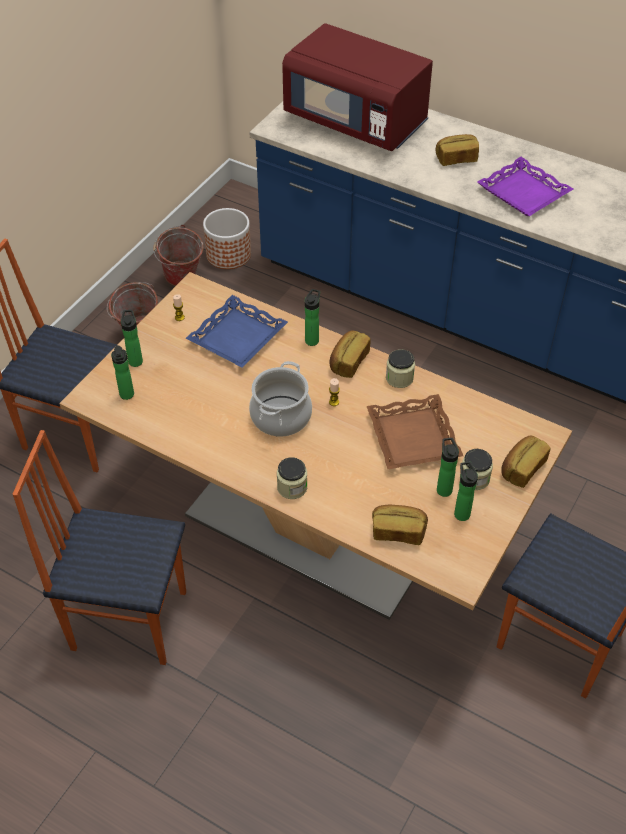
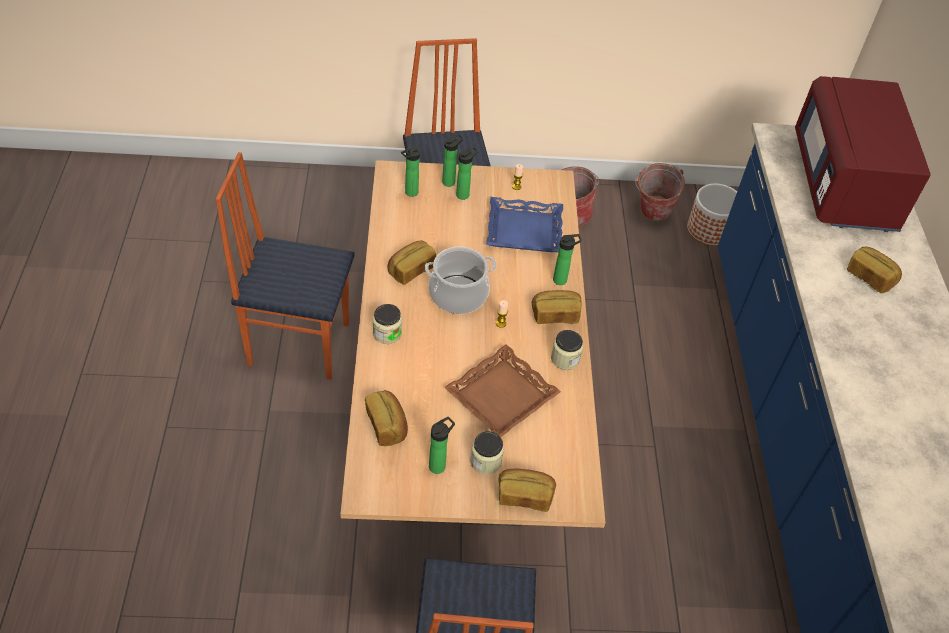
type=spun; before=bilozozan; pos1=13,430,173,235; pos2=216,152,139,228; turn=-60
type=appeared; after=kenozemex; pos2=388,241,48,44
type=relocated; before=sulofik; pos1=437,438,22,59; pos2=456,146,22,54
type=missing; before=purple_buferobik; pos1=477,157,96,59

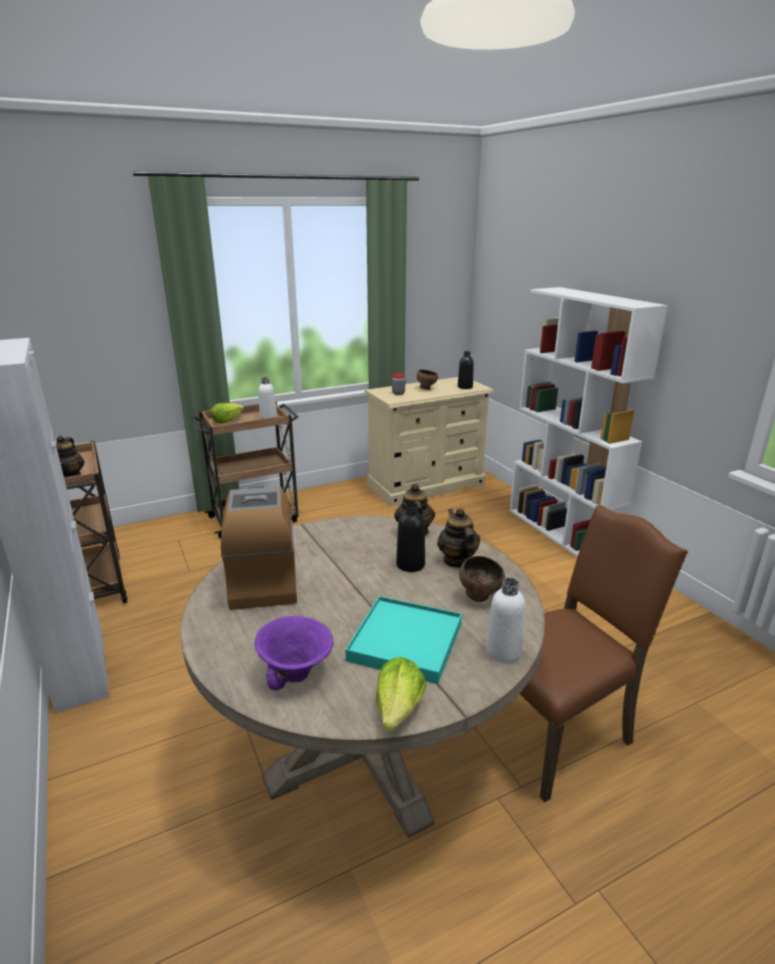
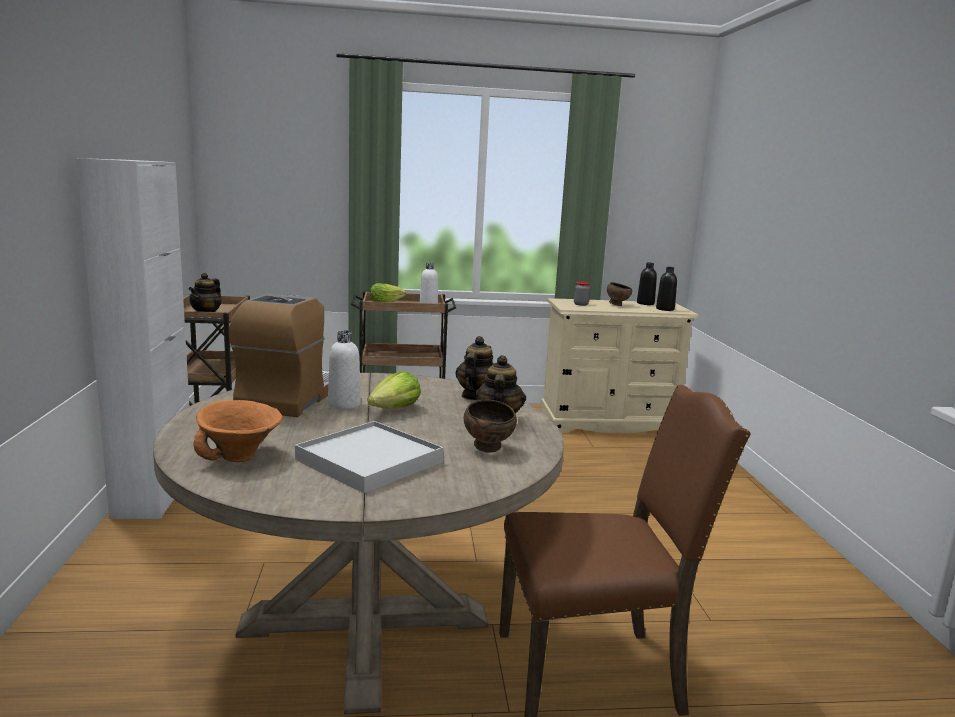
type=colour; before=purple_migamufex; after=orange_migamufex; pos1=254,616,79,74; pos2=194,400,89,62
type=colour; before=turquoise_buferobik; after=white_buferobik; pos1=345,596,117,88; pos2=295,421,148,72
type=relocated; before=white_sulofik; pos1=486,578,39,85; pos2=328,330,33,79
type=relocated; before=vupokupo; pos1=376,657,51,74; pos2=367,371,54,38
type=relocated; before=black_sulofik; pos1=396,502,29,70; pos2=637,263,20,42
type=missing; before=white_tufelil; pos1=510,287,158,270

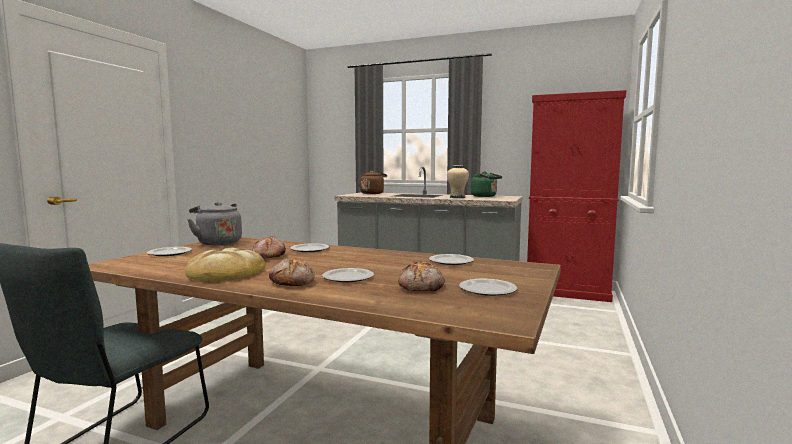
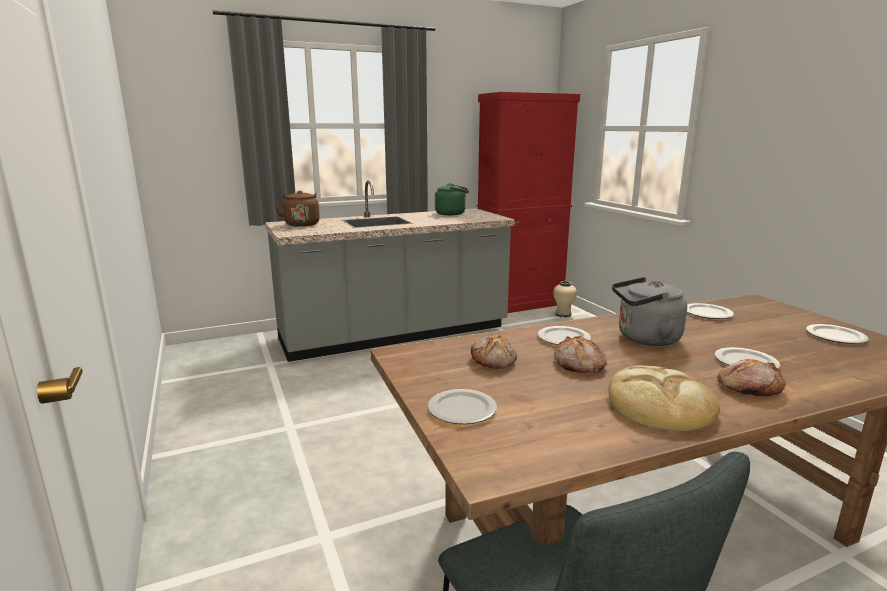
type=relocated; before=kenozemex; pos1=398,261,47,30; pos2=471,334,46,35
type=relocated; before=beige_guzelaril; pos1=447,165,22,33; pos2=553,281,24,37
type=relocated; before=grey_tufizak; pos1=187,202,55,43; pos2=612,277,75,69

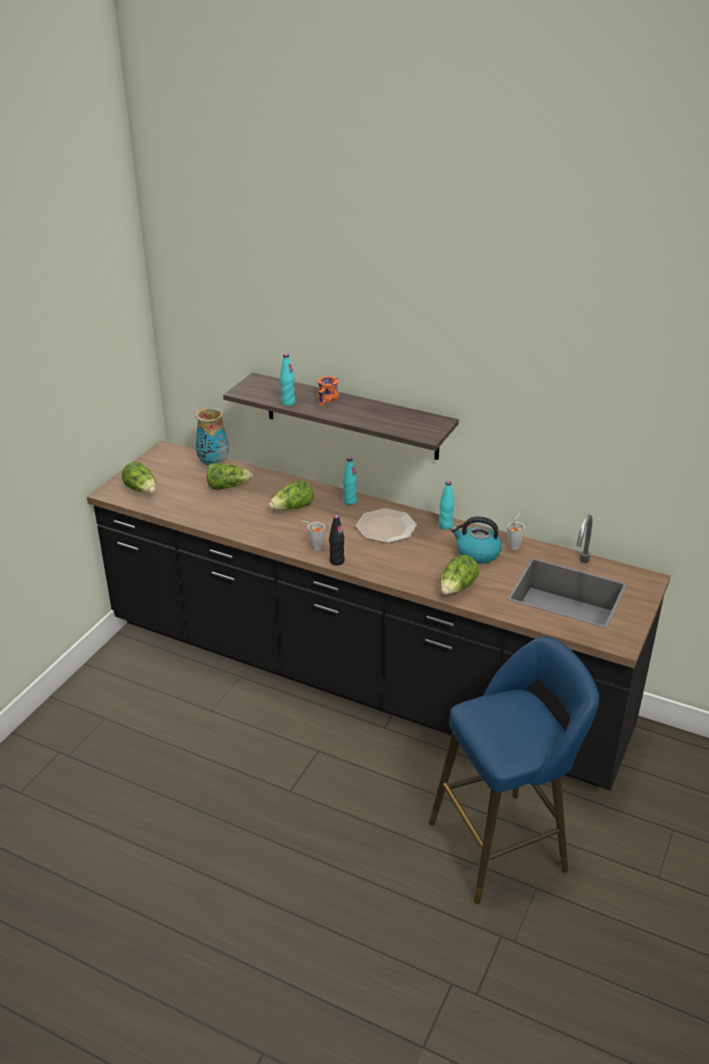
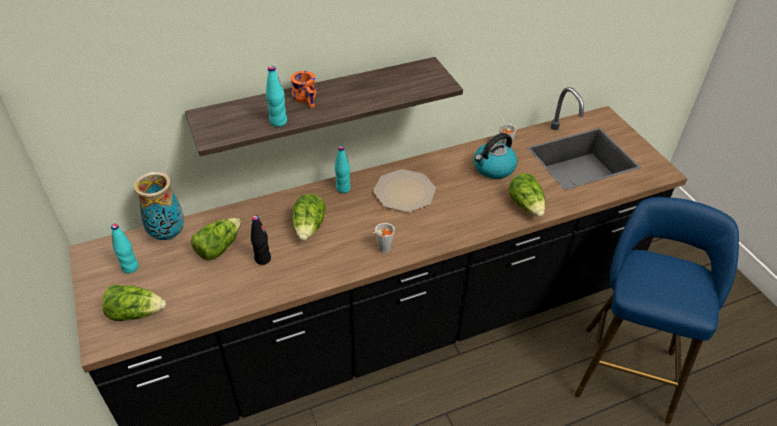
type=relocated; before=turquoise_sulofik; pos1=439,481,16,49; pos2=111,224,28,50
type=relocated; before=black_sulofik; pos1=329,515,16,50; pos2=251,216,20,49

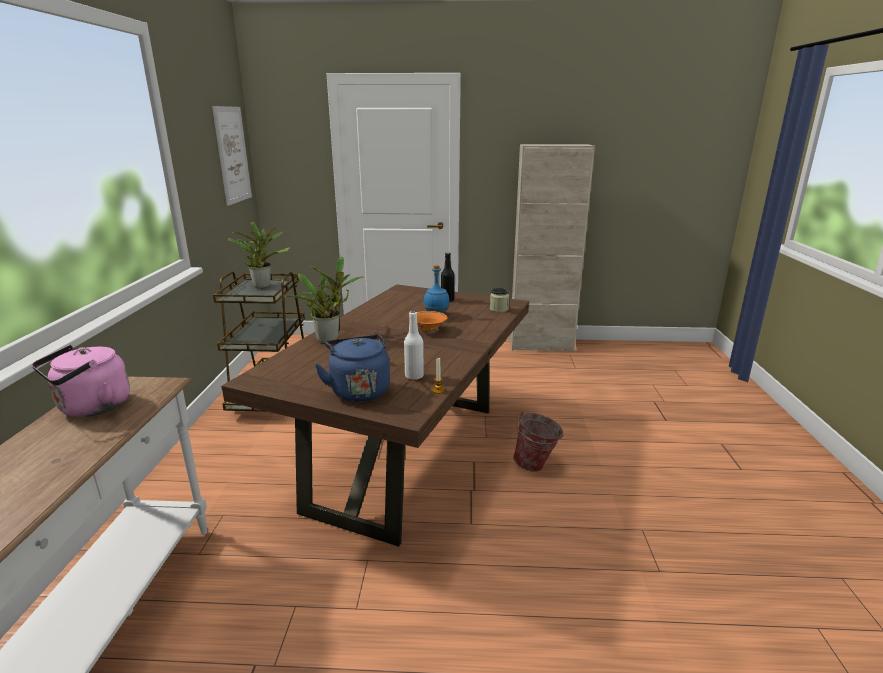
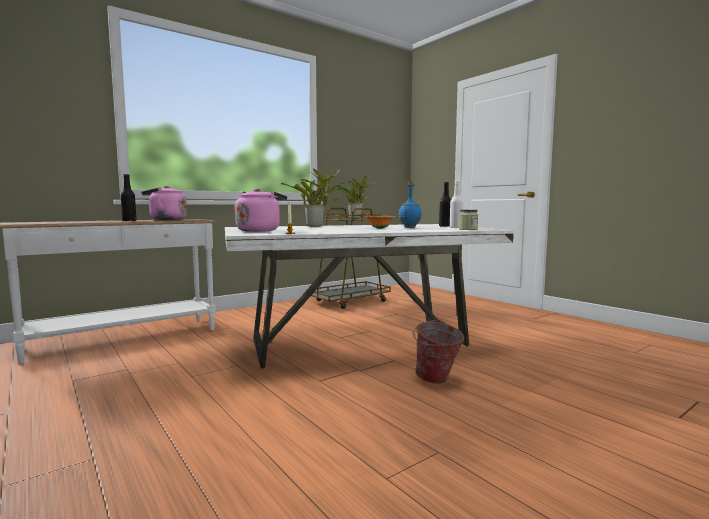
type=appeared; after=black_sulofik; pos2=120,174,17,47
type=colour; before=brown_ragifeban; after=white_ragifeban; pos1=221,284,308,263; pos2=225,224,289,145
type=colour; before=blue_tufizak; after=pink_tufizak; pos1=315,335,75,67; pos2=234,188,53,44
type=relocated; before=white_sulofik; pos1=404,311,20,69; pos2=450,181,14,47
type=missing; before=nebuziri; pos1=212,106,40,100
type=missing; before=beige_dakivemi; pos1=510,144,85,208

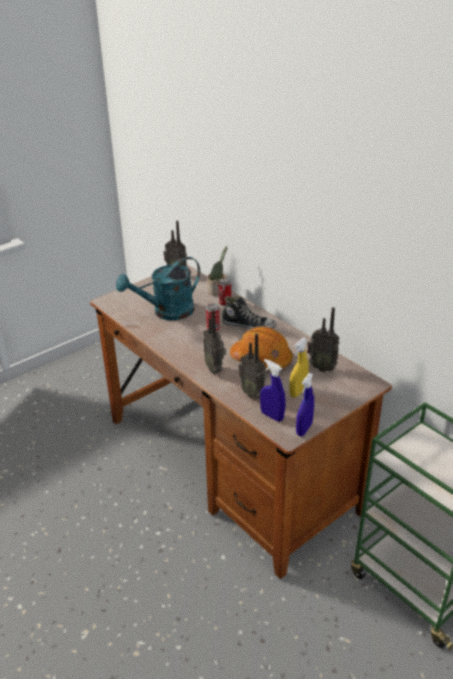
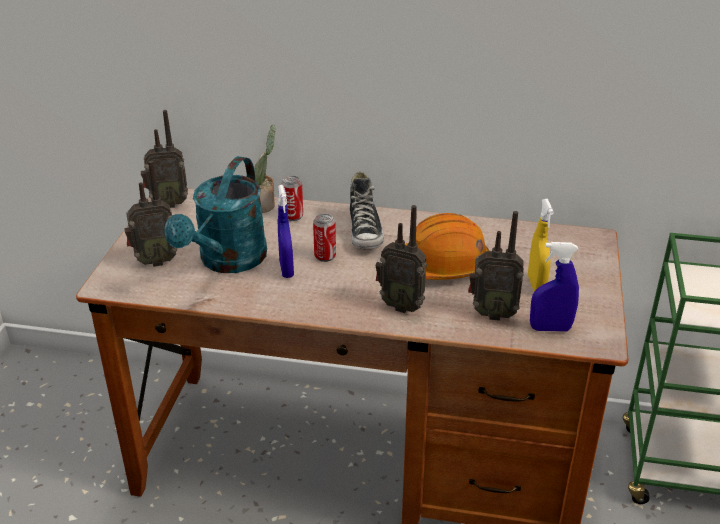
type=relocated; before=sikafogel; pos1=307,307,33,65; pos2=124,161,53,106
type=relocated; before=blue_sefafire; pos1=296,373,18,63; pos2=278,185,16,93
type=spun; before=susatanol; pos1=222,295,54,35; pos2=350,172,34,78; turn=105

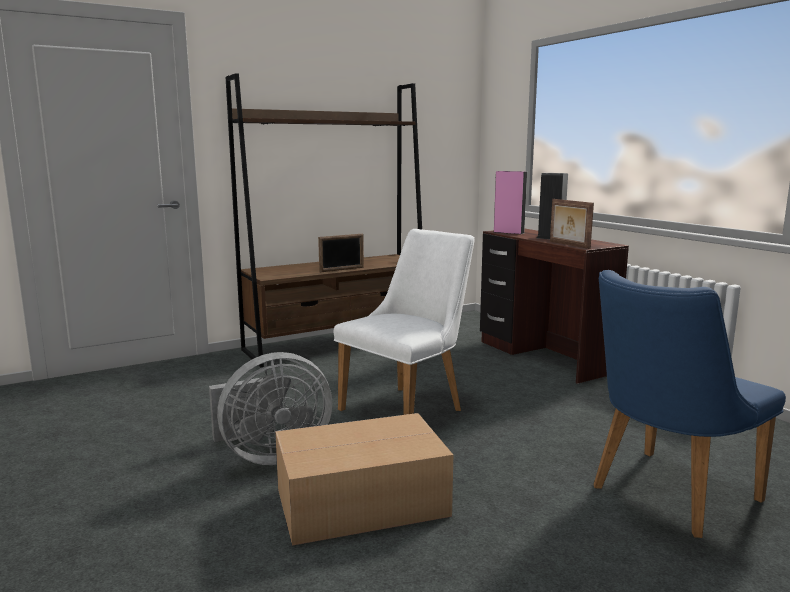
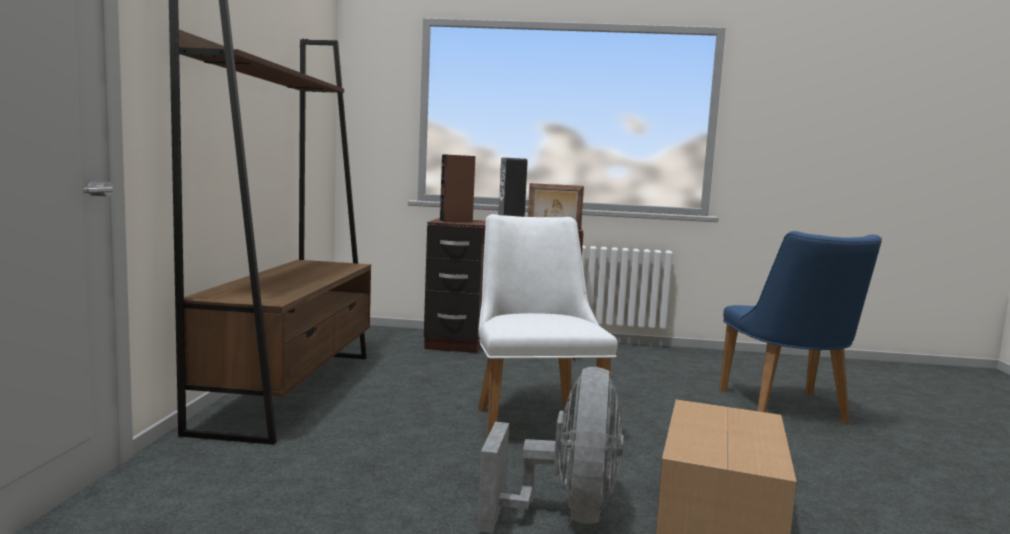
type=colour; before=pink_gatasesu; after=brown_gatasesu; pos1=493,171,34,63; pos2=440,155,35,68
type=missing; before=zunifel; pos1=318,234,46,38

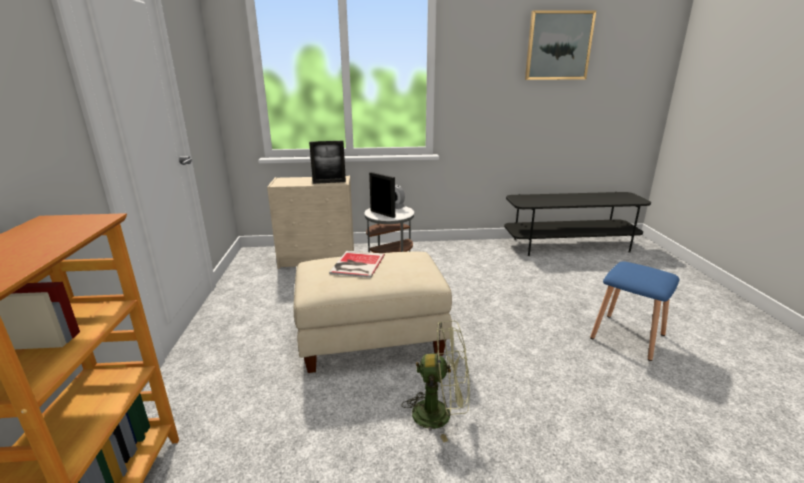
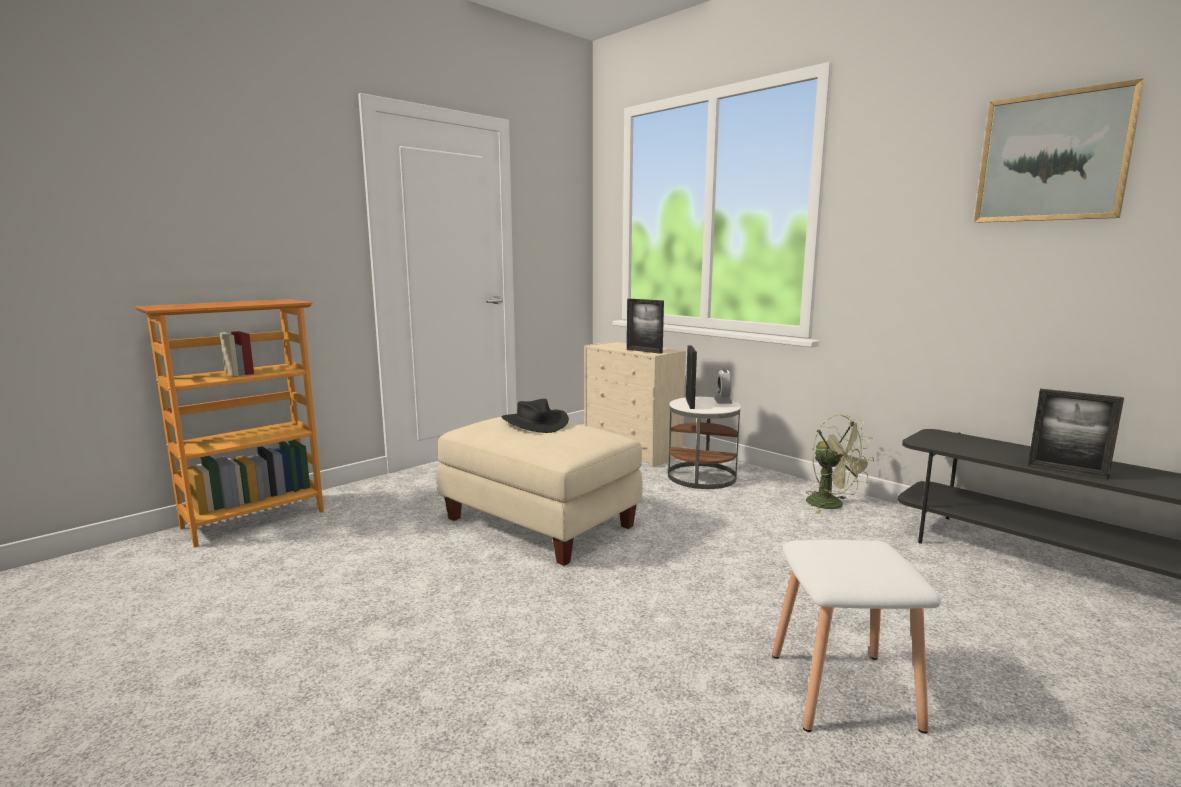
type=exchanged; before=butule; after=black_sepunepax; pos1=329,251,56,27; pos2=501,399,68,34
type=colour; before=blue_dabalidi; after=white_dabalidi; pos1=590,261,90,100; pos2=772,540,169,193
type=relocated; before=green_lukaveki; pos1=402,321,68,121; pos2=806,414,68,100
type=appeared; after=zunifel; pos2=1028,389,96,91

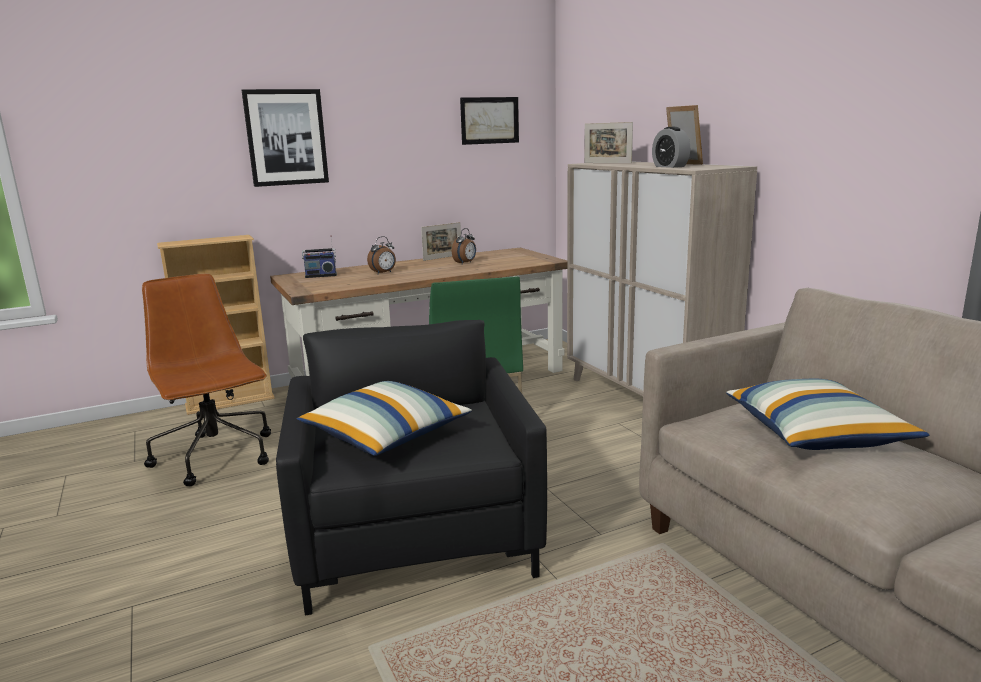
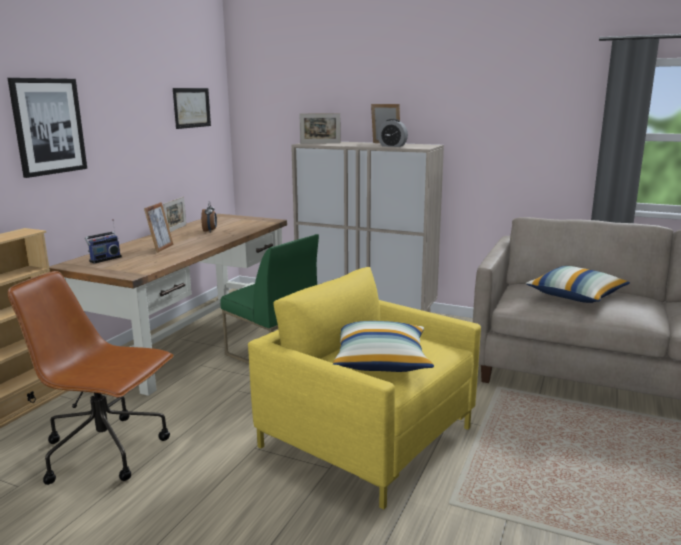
type=exchanged; before=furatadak; after=zunifel; pos1=367,236,29,38; pos2=144,202,30,51
type=colour; before=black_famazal; after=yellow_famazal; pos1=276,320,271,296; pos2=248,267,233,243

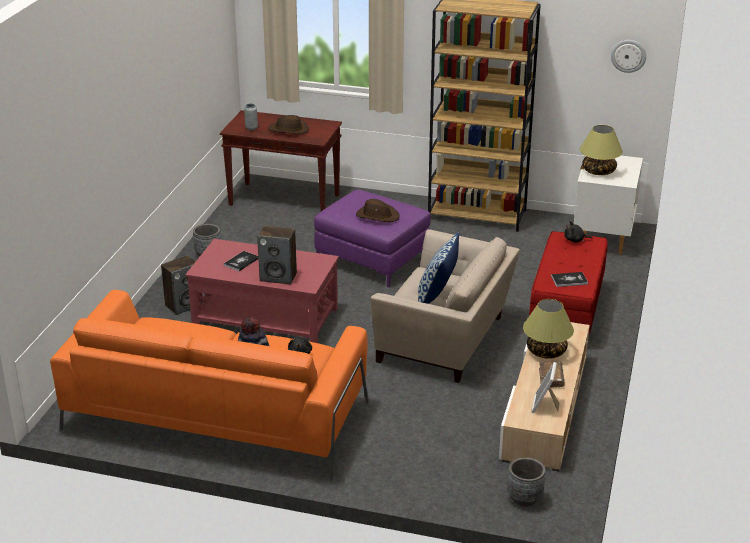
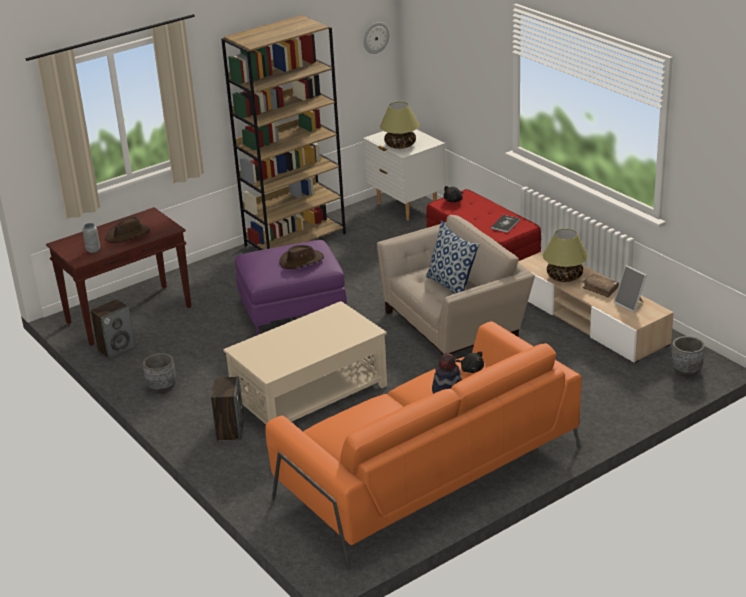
type=relocated; before=gatasesu; pos1=257,226,40,58; pos2=90,299,46,61
type=colour; before=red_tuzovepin; after=beige_tuzovepin; pos1=185,239,154,104; pos2=223,301,164,123
type=missing; before=butule; pos1=223,251,35,20

